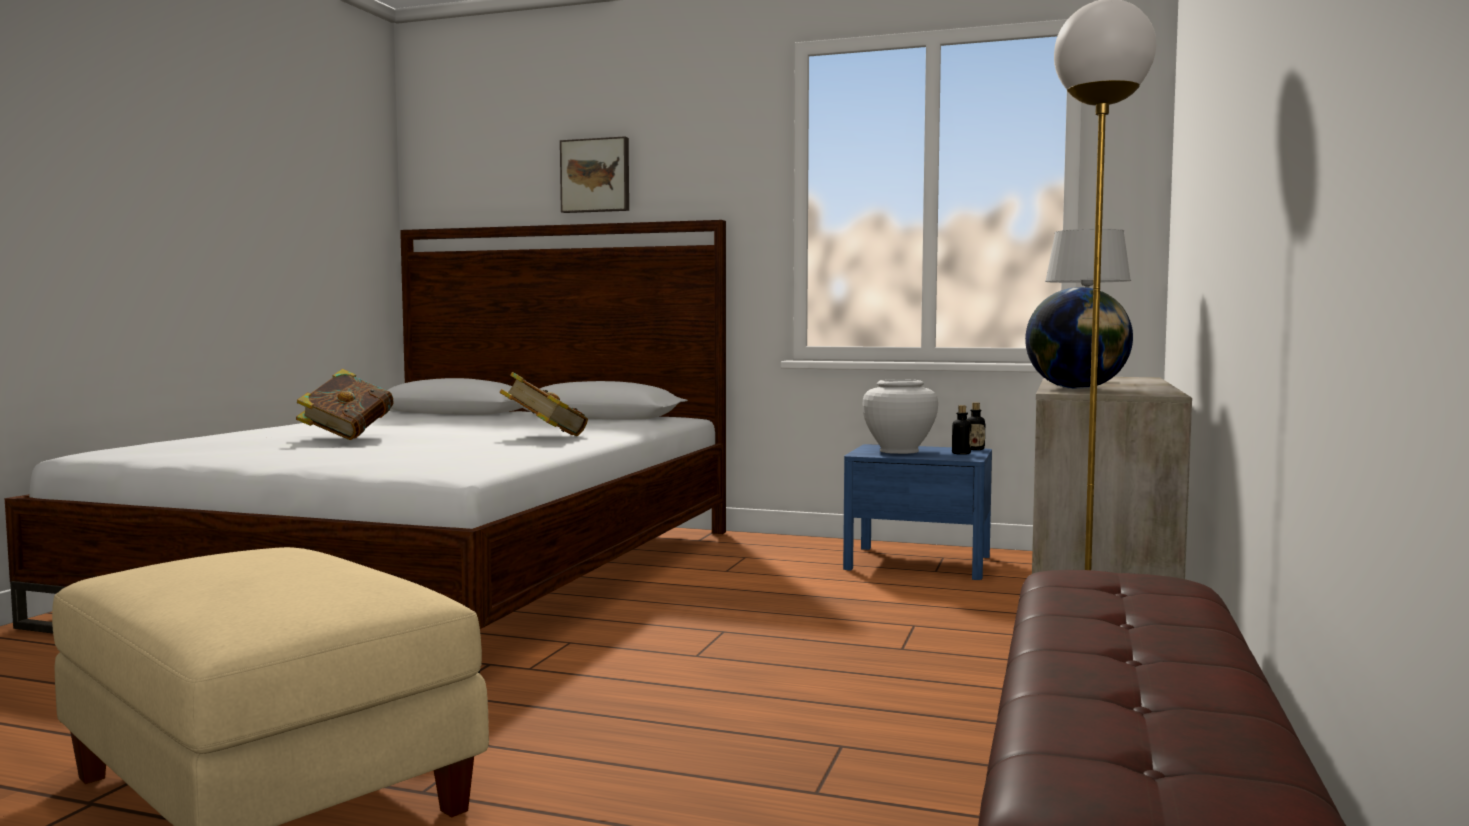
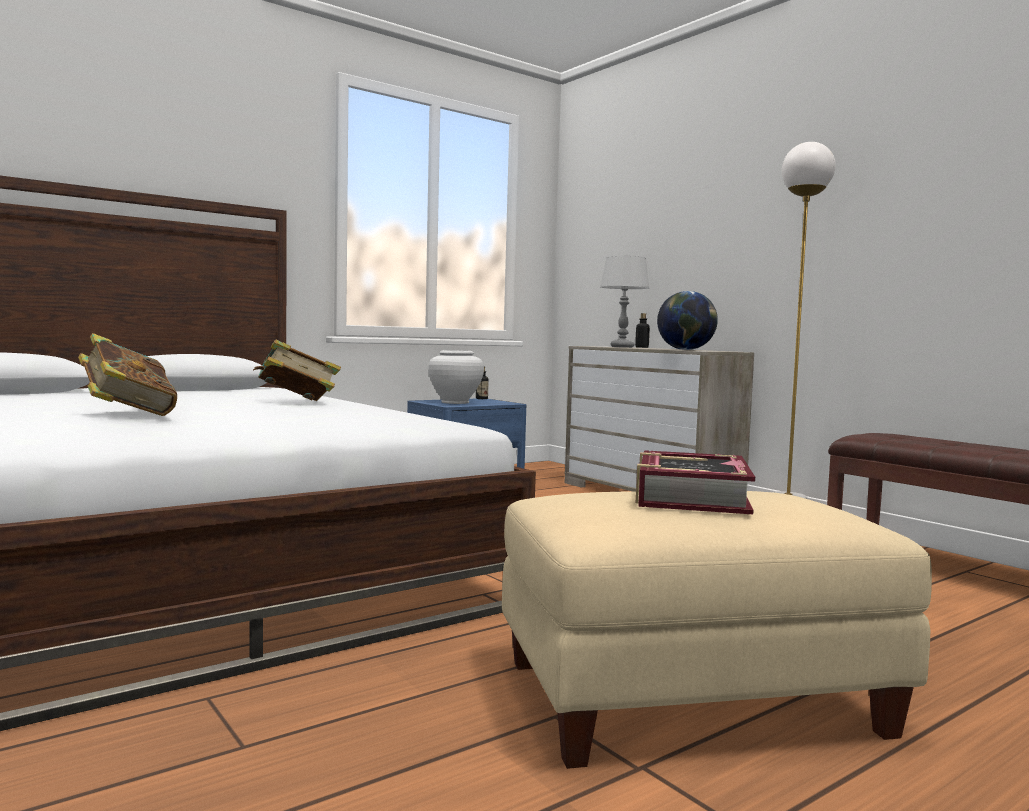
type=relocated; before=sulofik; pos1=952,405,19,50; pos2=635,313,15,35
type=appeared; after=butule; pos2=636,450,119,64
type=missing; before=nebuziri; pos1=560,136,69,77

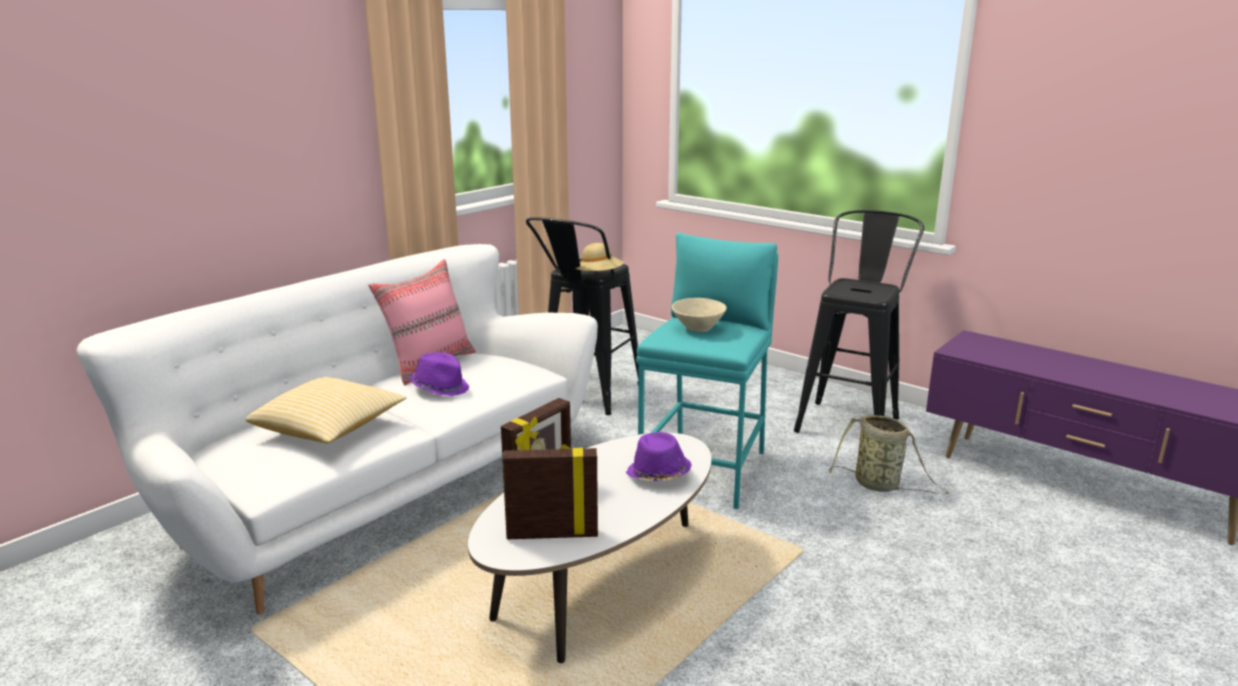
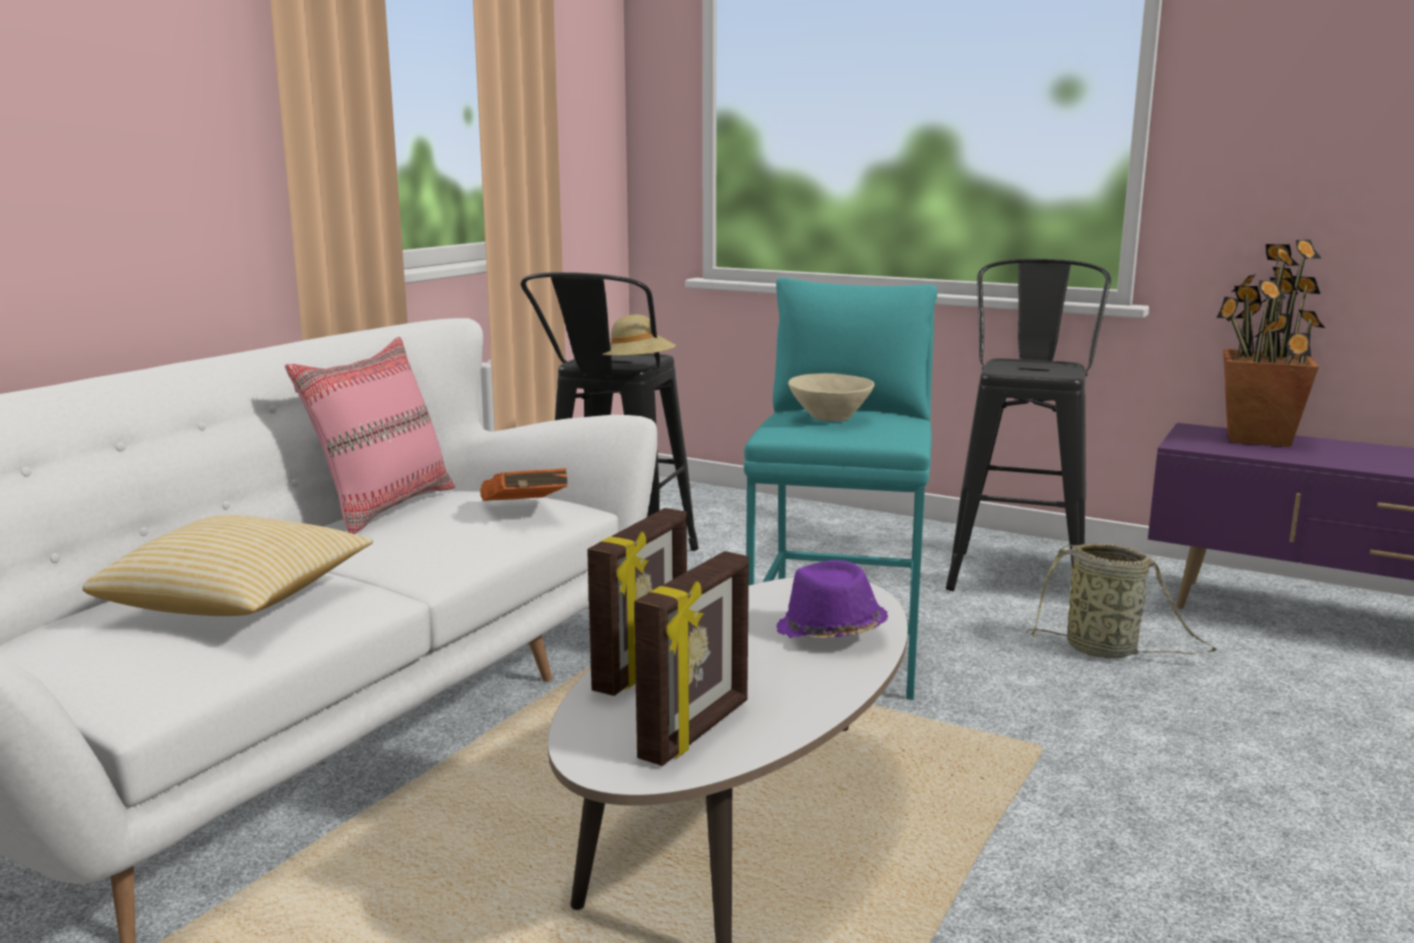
type=appeared; after=orange_butule; pos2=480,468,88,33
type=spun; before=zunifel; pos1=502,444,96,95; pos2=634,551,115,215; turn=135
type=appeared; after=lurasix; pos2=1217,240,108,207
type=missing; before=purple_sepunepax; pos1=409,352,60,44

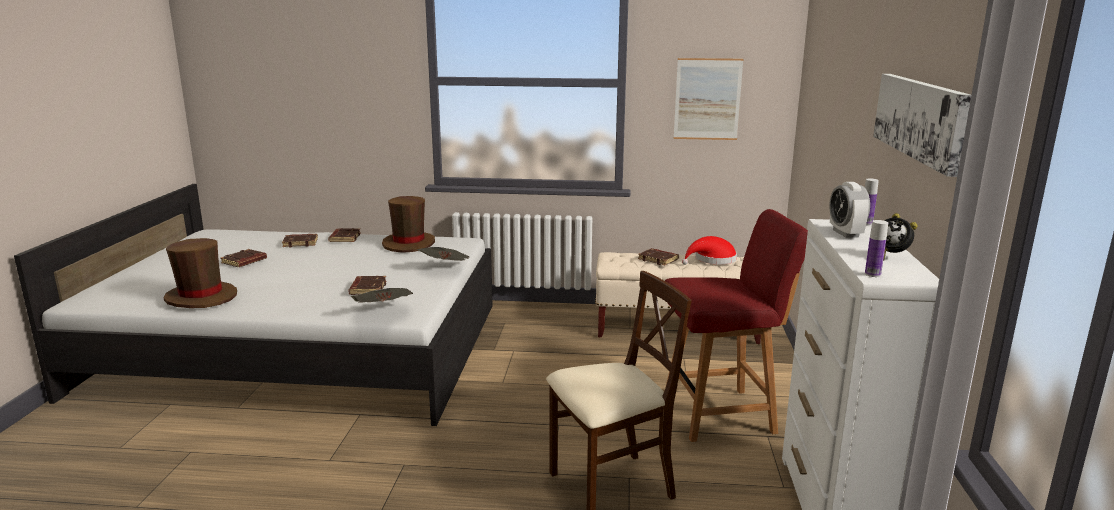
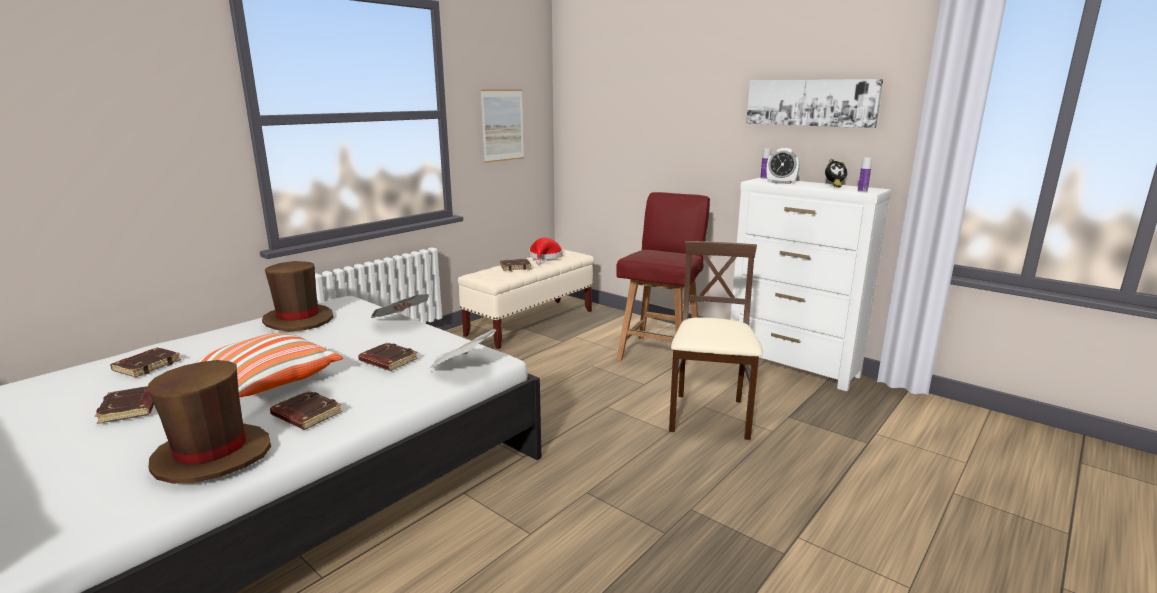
type=appeared; after=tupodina; pos2=196,333,147,64
type=relocated; before=brown_butule; pos1=328,228,32,14; pos2=270,391,73,39

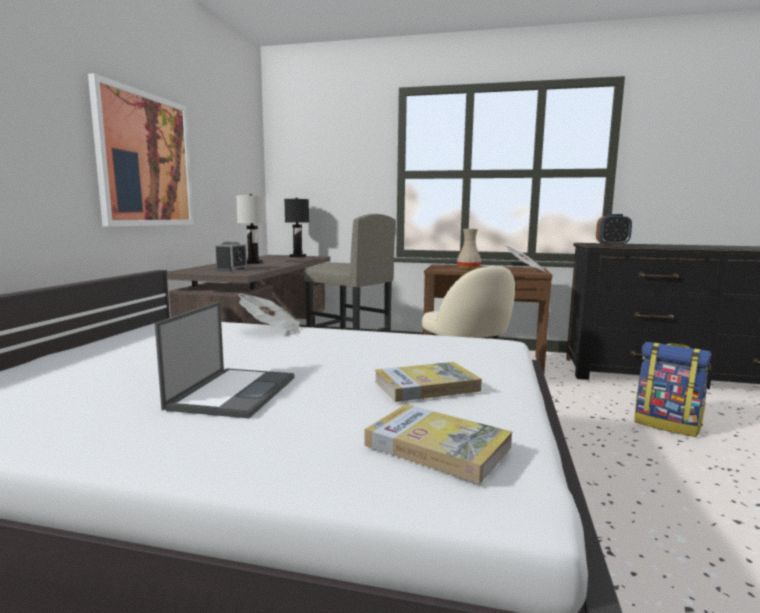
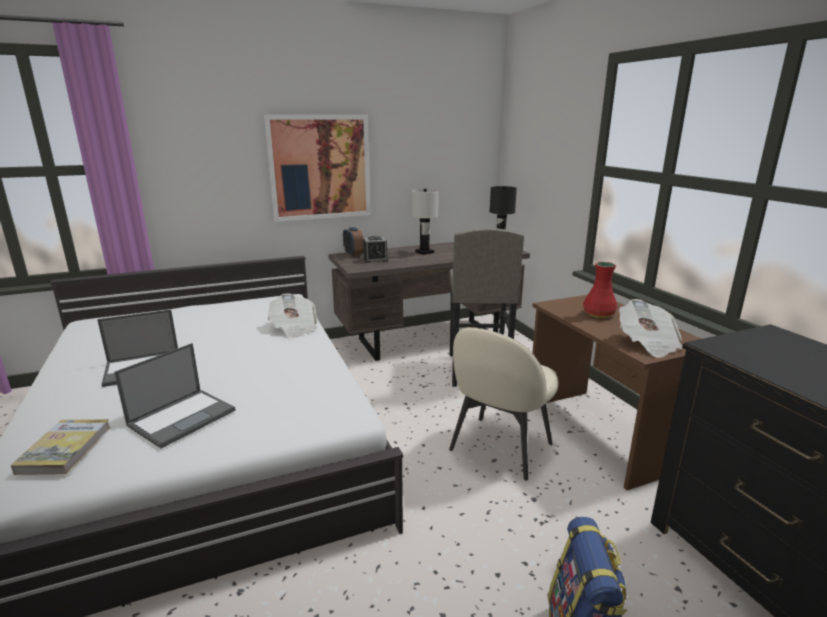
type=exchanged; before=butule; after=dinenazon; pos1=375,362,107,40; pos2=114,343,121,106
type=relocated; before=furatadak; pos1=596,214,36,32; pos2=343,227,21,30
type=colour; before=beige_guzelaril; after=red_guzelaril; pos1=457,229,24,40; pos2=583,262,34,56

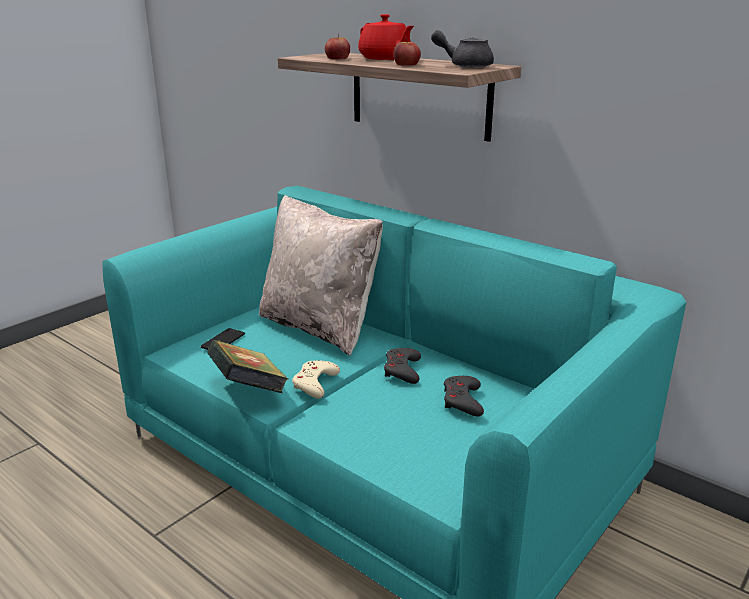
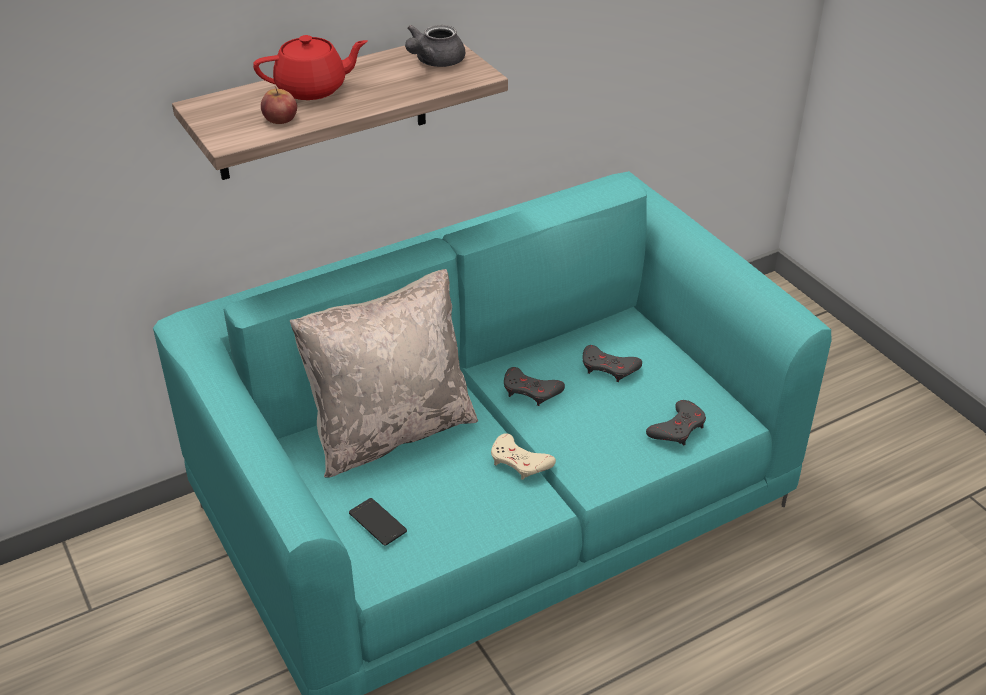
type=appeared; after=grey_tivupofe; pos2=646,400,60,45
type=missing; before=butule; pos1=207,340,81,53
type=missing; before=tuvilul; pos1=393,38,28,28

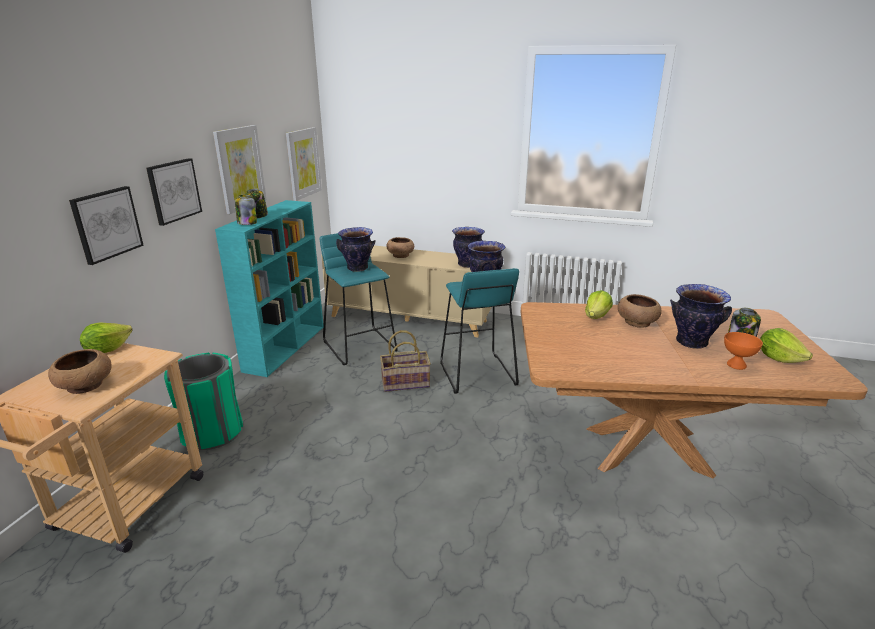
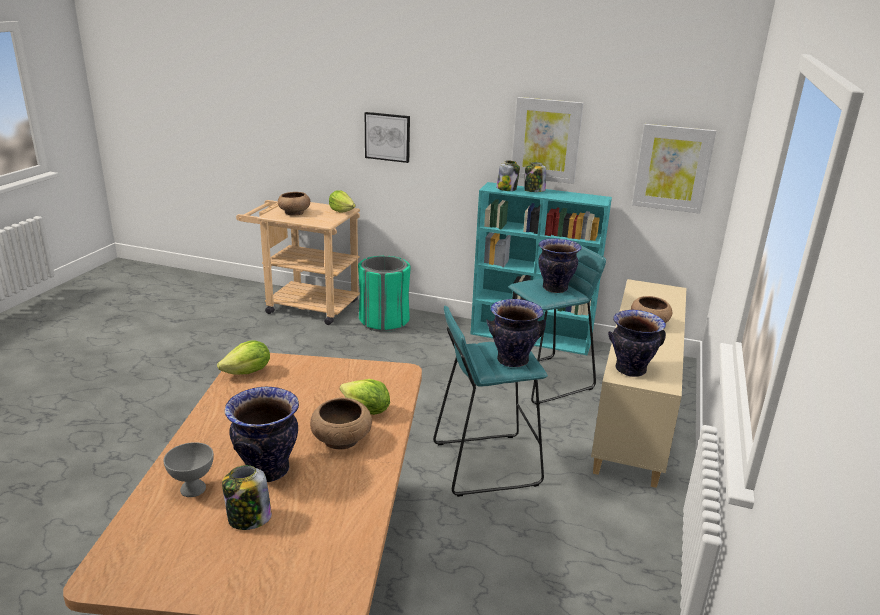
type=colour; before=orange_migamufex; after=grey_migamufex; pos1=724,332,39,38; pos2=164,442,50,55
type=relocated; before=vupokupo; pos1=760,328,53,35; pos2=217,340,53,35
type=missing; before=nebuziri; pos1=146,158,56,68
type=missing; before=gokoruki; pos1=380,330,51,62

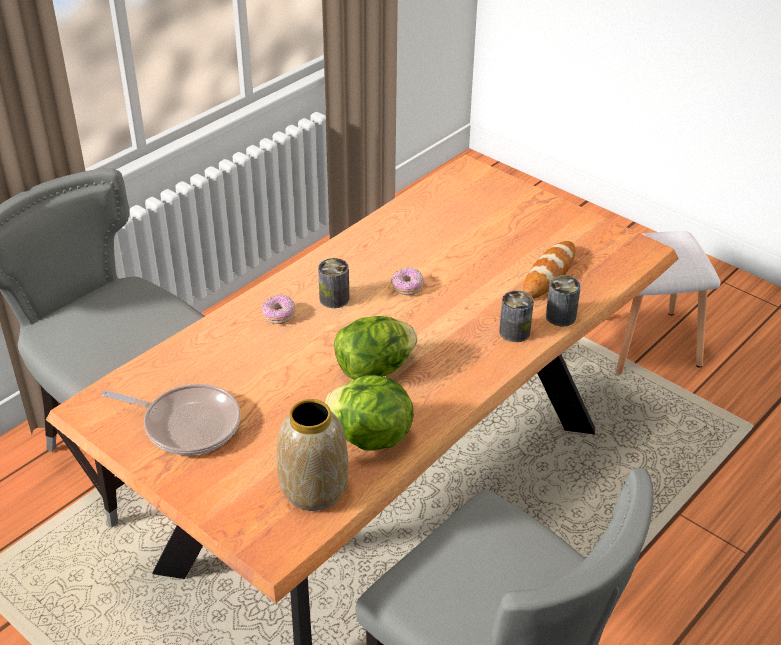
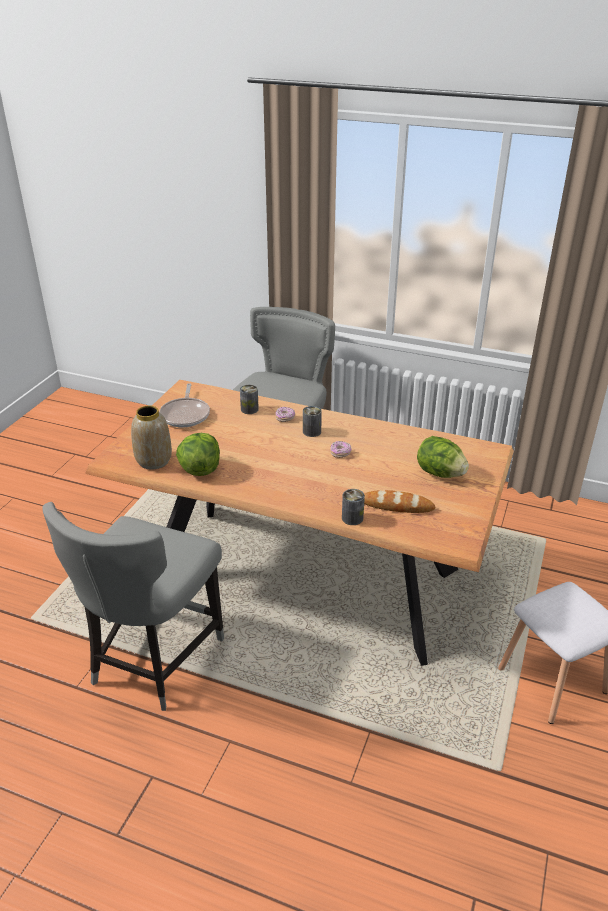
type=relocated; before=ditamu; pos1=499,290,35,52; pos2=240,385,19,29
type=relocated; before=vupokupo; pos1=334,316,83,64; pos2=417,436,52,42

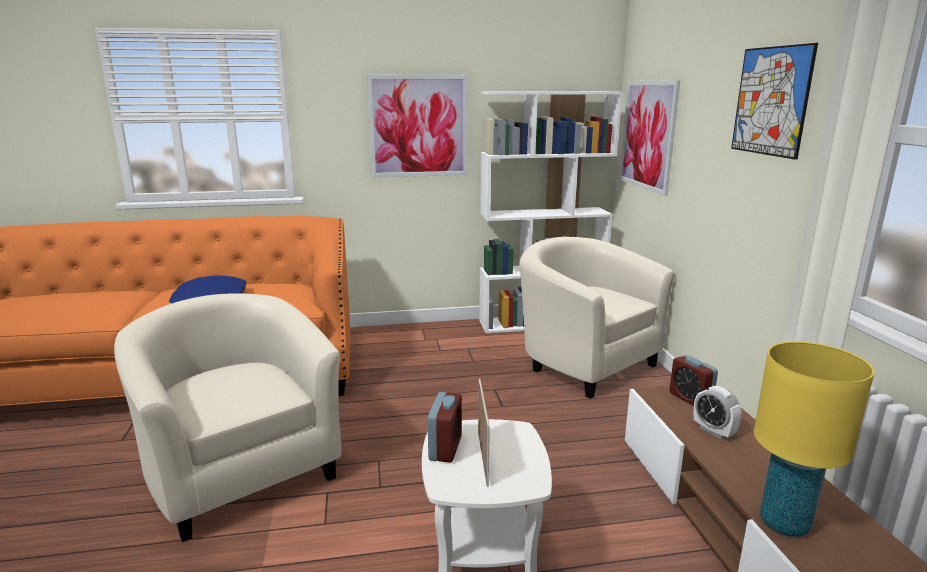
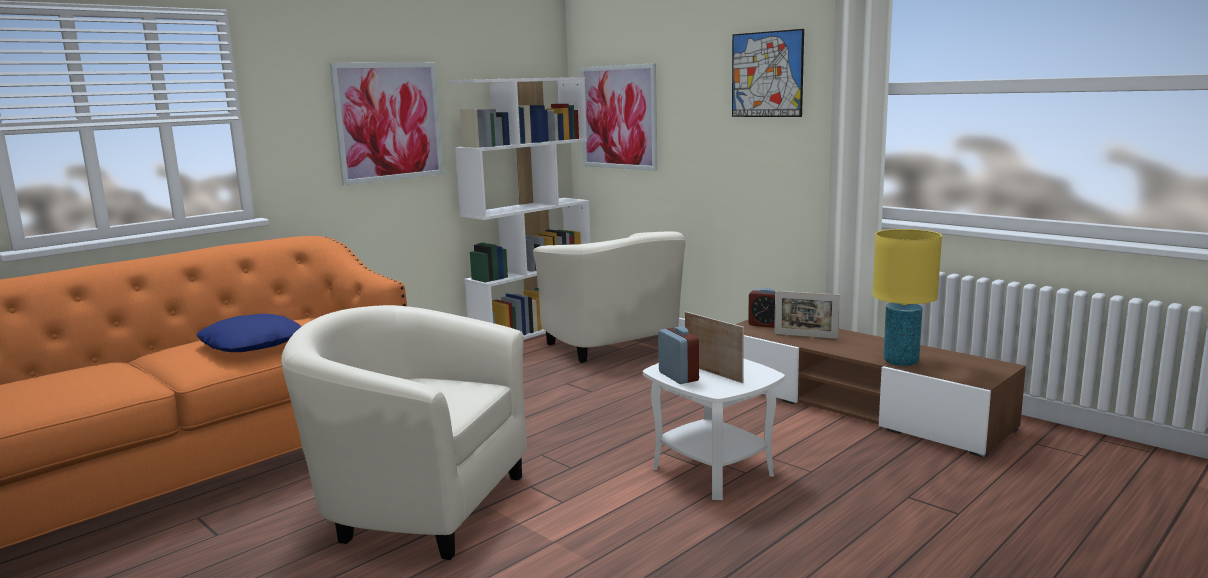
type=spun; before=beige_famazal; pos1=519,237,155,162; pos2=533,231,153,132; turn=-135
type=exchanged; before=furatadak; after=zunifel; pos1=694,386,47,53; pos2=774,291,66,48

